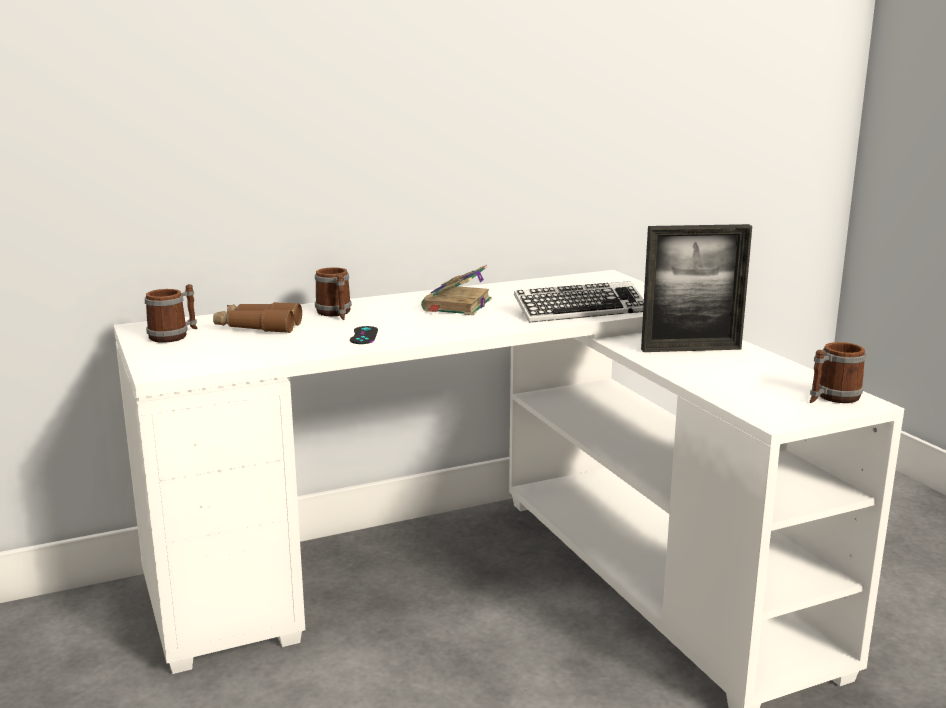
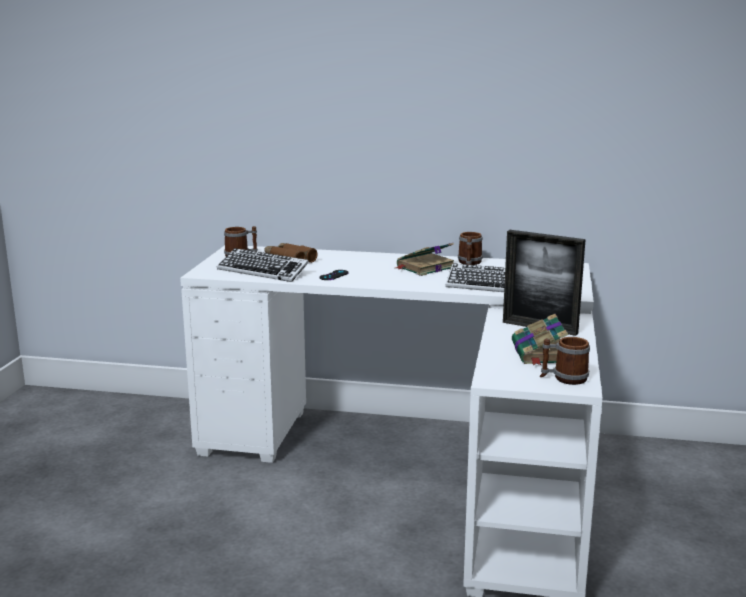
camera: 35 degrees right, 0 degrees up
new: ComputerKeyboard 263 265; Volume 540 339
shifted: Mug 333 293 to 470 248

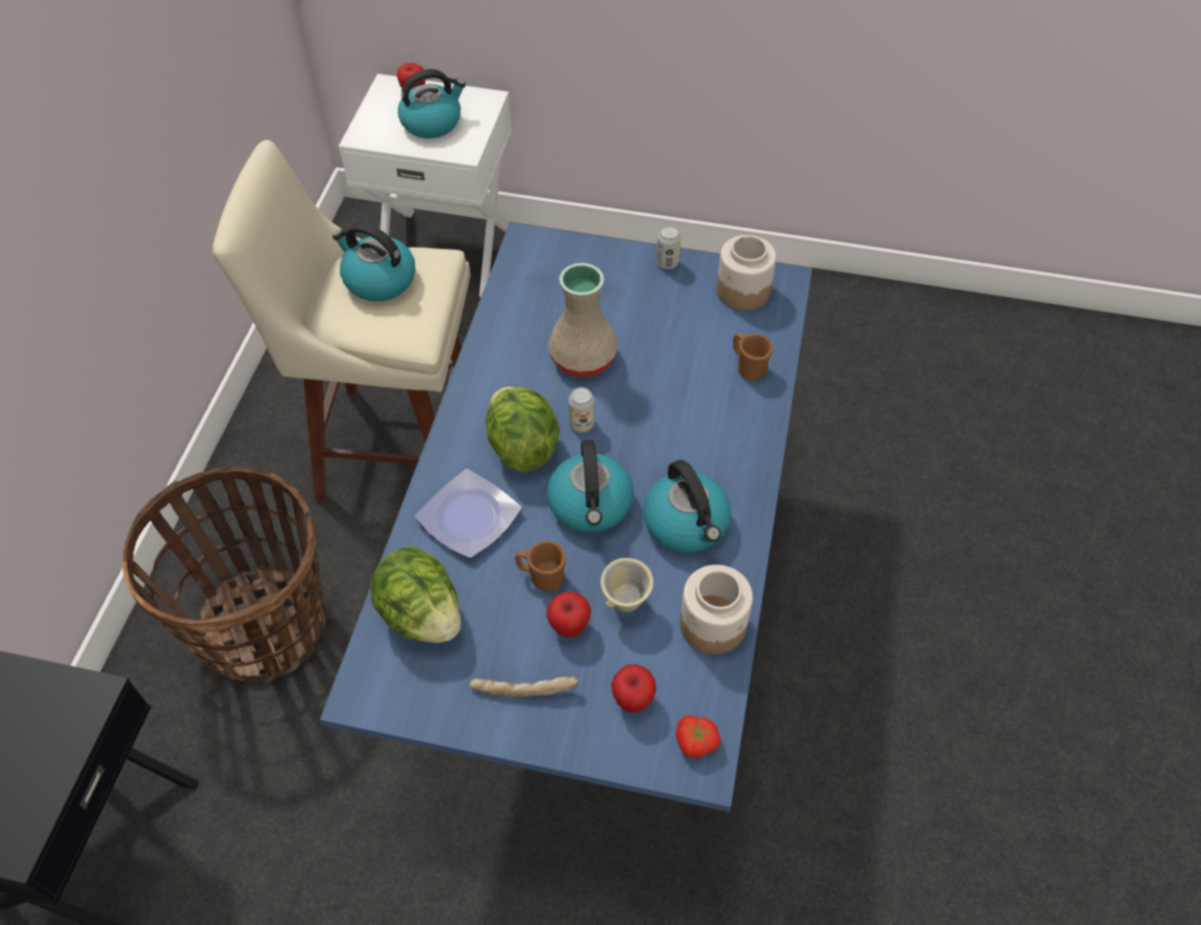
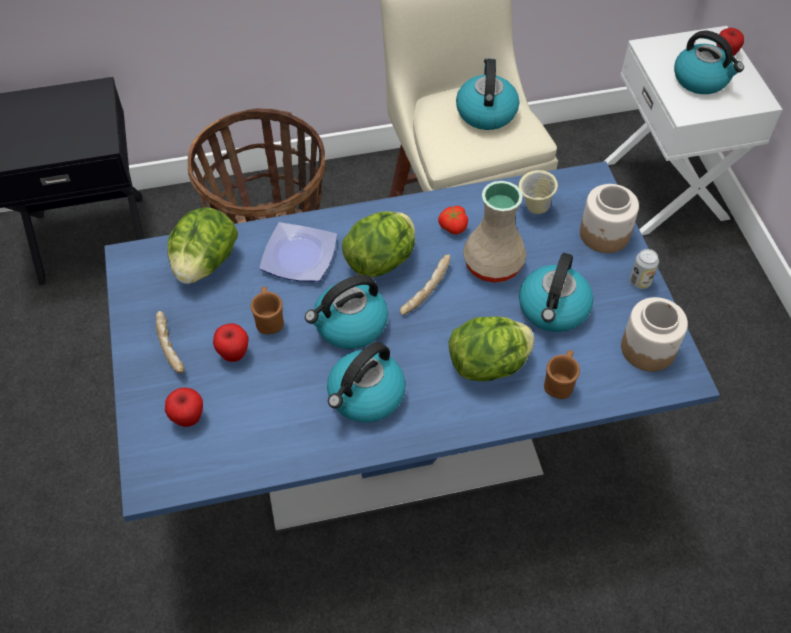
camera: 65 degrees right, 0 degrees up
new: Lettuce 491 348; TeaKettle 556 292
shifted: Tomato 698 736 to 453 220; SandColouredMug 627 585 to 538 192; Jar 716 609 to 609 218
swapped: MetalCan 581 410 to Bread 425 284

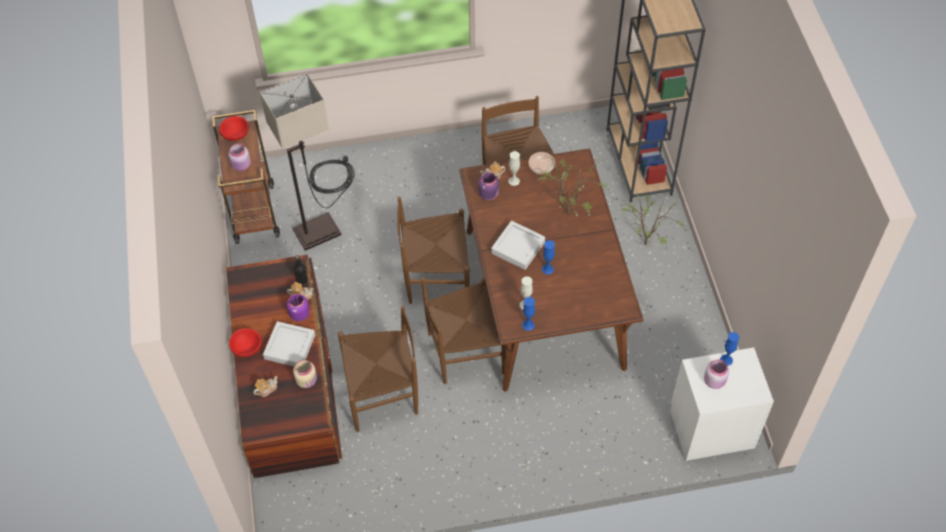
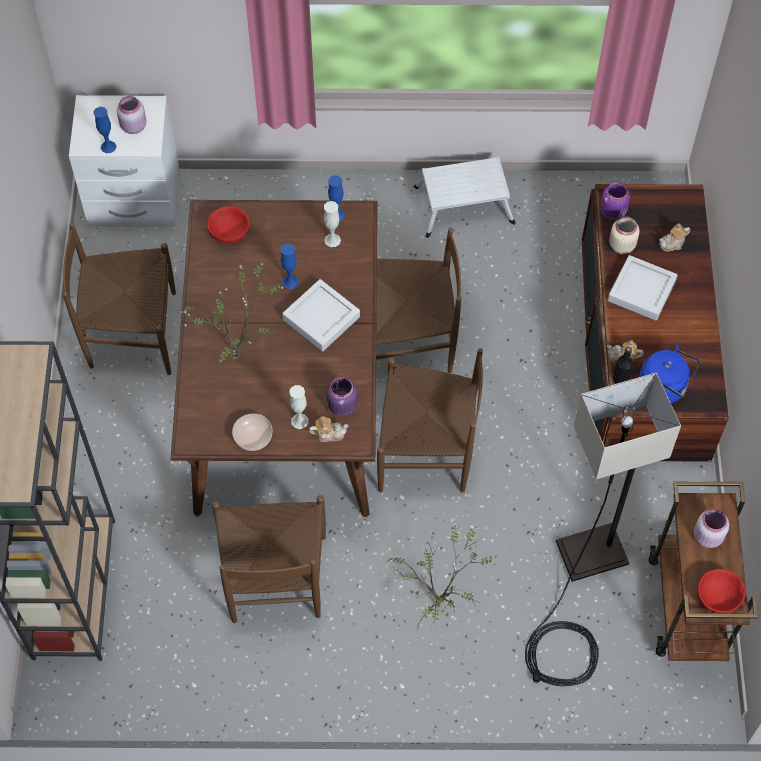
camera: 170 degrees left, 5 degrees up
new: WhiteColouredStepladder 464 197; BluishTeaKettle 669 373
shifted: BrownColouredPlainChair 378 369 to 119 299; RedColouredBowl 245 342 to 228 224; Houseplant 653 221 to 440 577; PurpleColouredJar 298 307 to 615 201

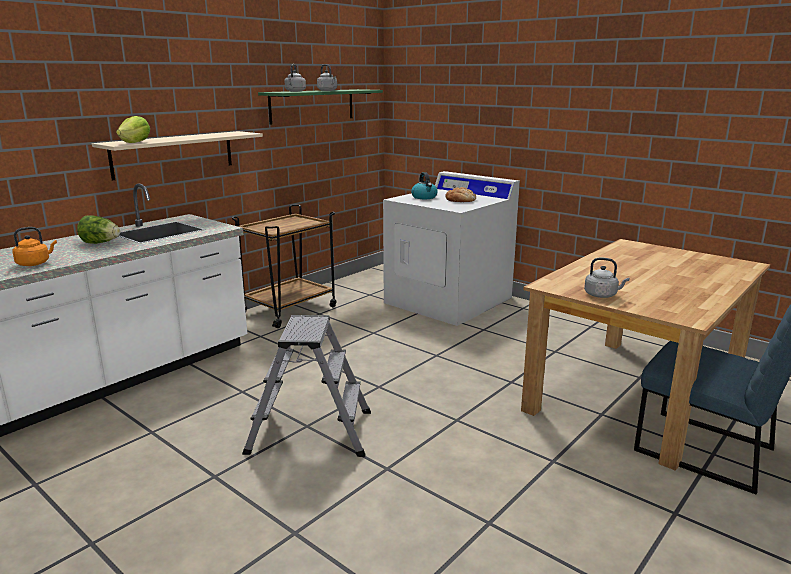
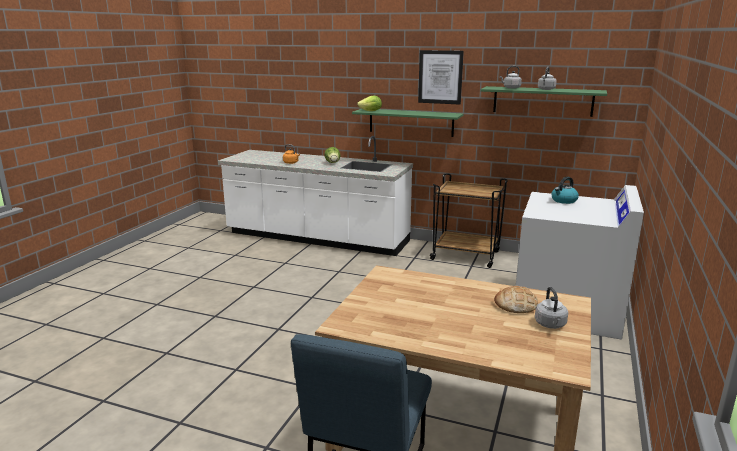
camera: 70 degrees right, 0 degrees up
gone: GreyStepladder 306 386
new: WallArt 441 77
shifted: Bread 460 194 to 516 299; GreyTeaKettle 606 277 to 551 308
repainted: SandColouredWallShelf 177 156 to GreenWallShelf 408 123

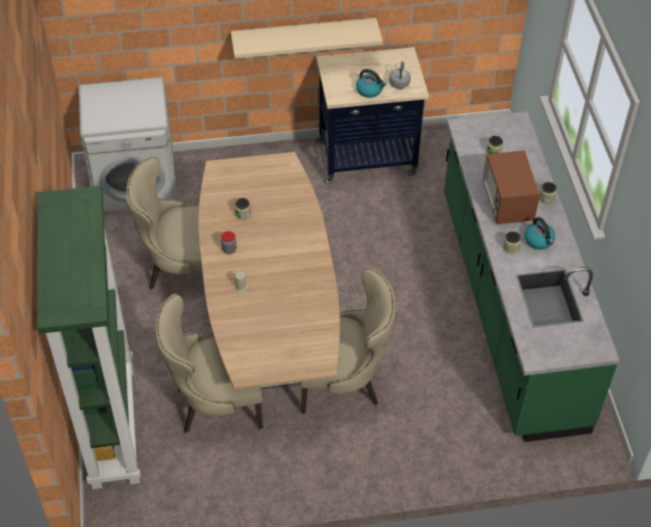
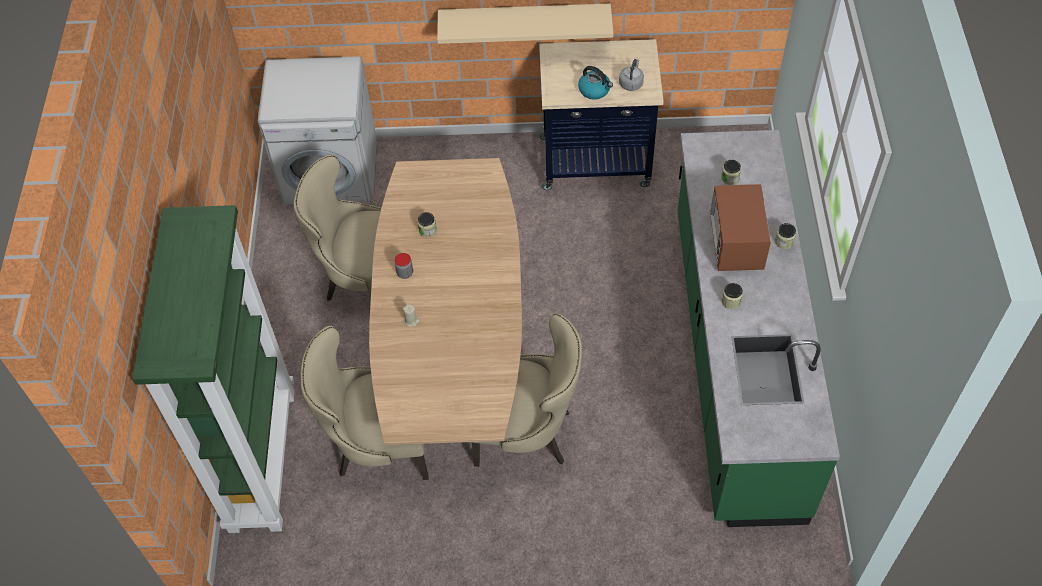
camera: 10 degrees right, 5 degrees up
gone: TeaKettle 539 233

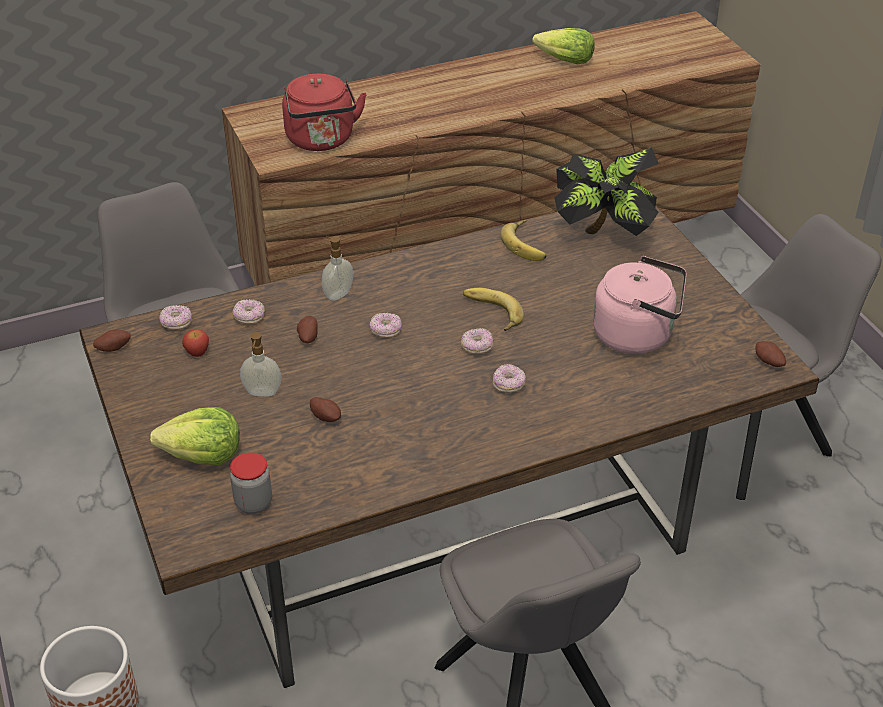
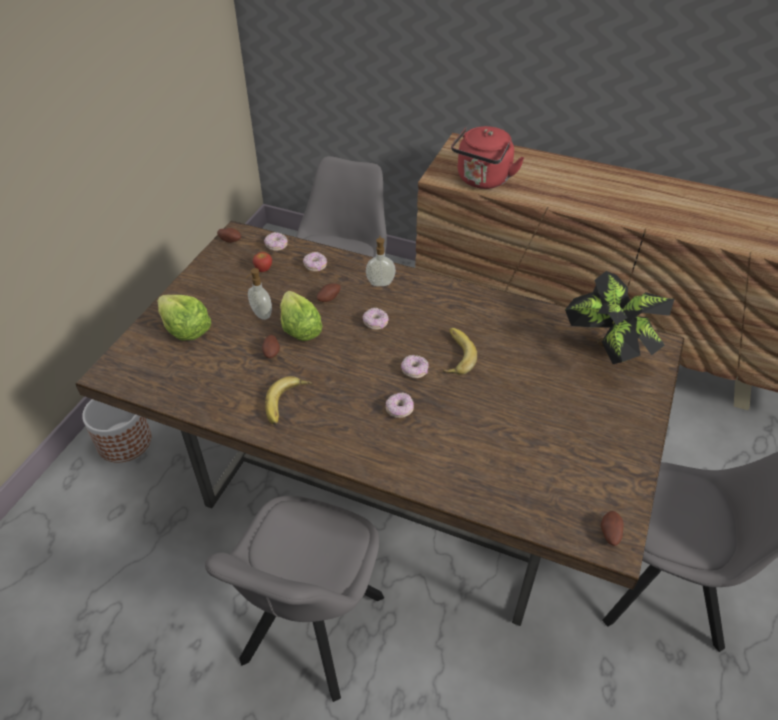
camera: 45 degrees right, 5 degrees up
gone: Jar 251 483; PinkishTeaKettle 640 305
shifted: BananaFruit 523 240 to 289 400; Lettuce 563 46 to 301 316

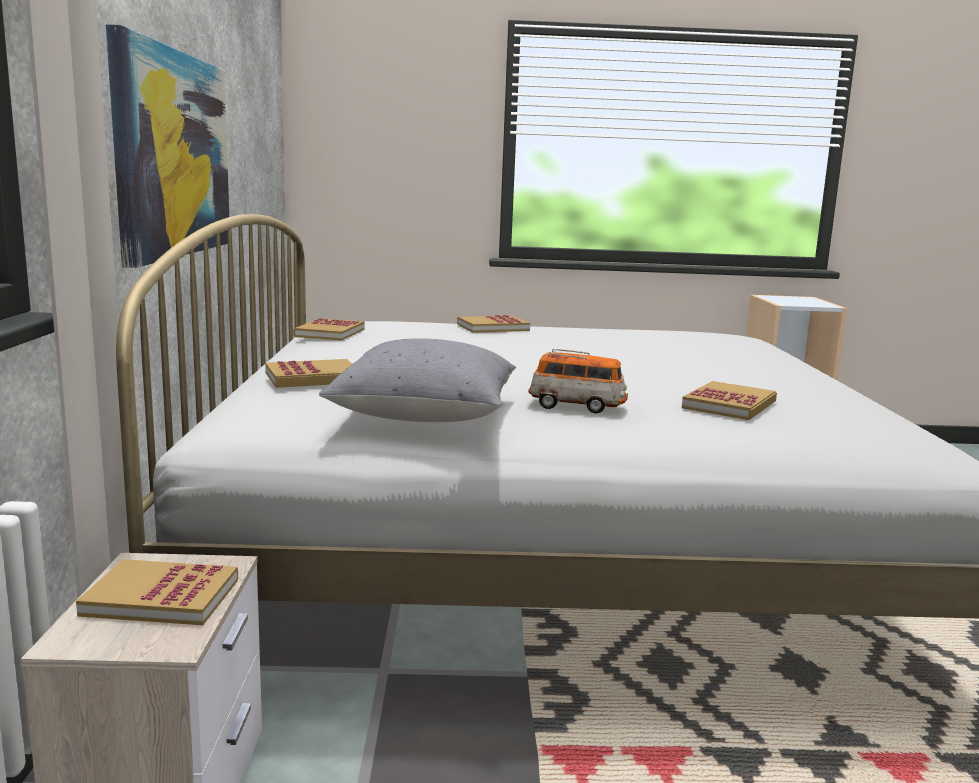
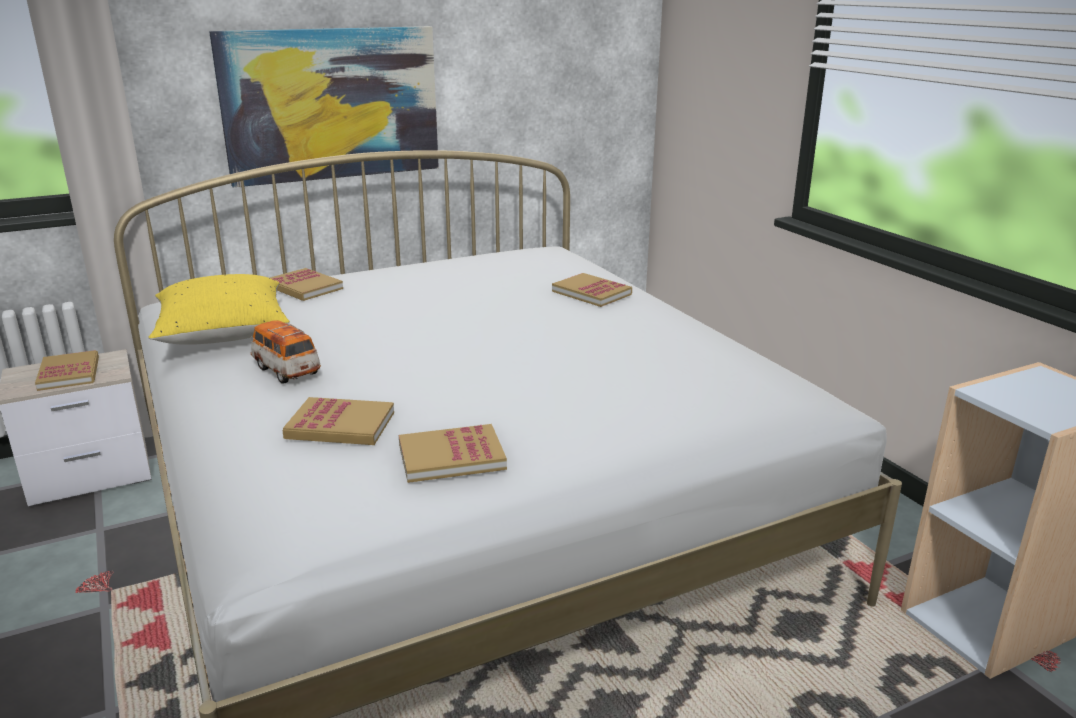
camera: 65 degrees right, 10 degrees up
shifted: Volume 328 329 to 453 453
repainted: GreyCushion 417 380 to YellowColouredCushion 219 309
rotated: ModelCar 578 381 = 285 352 150 degrees clockwise

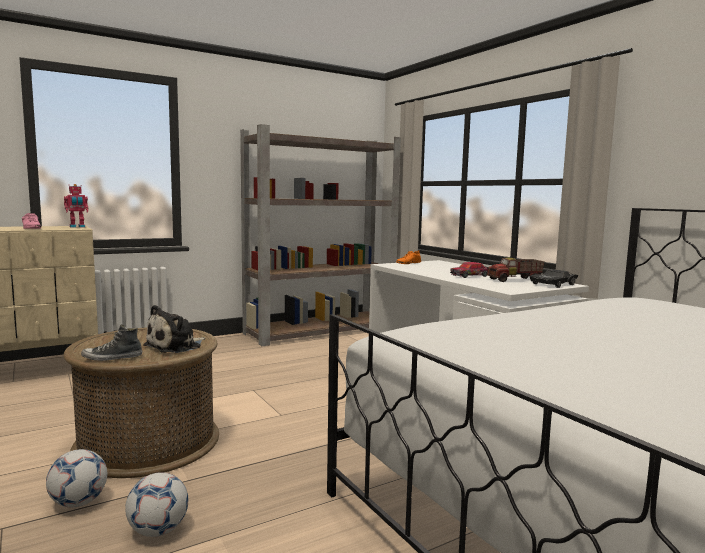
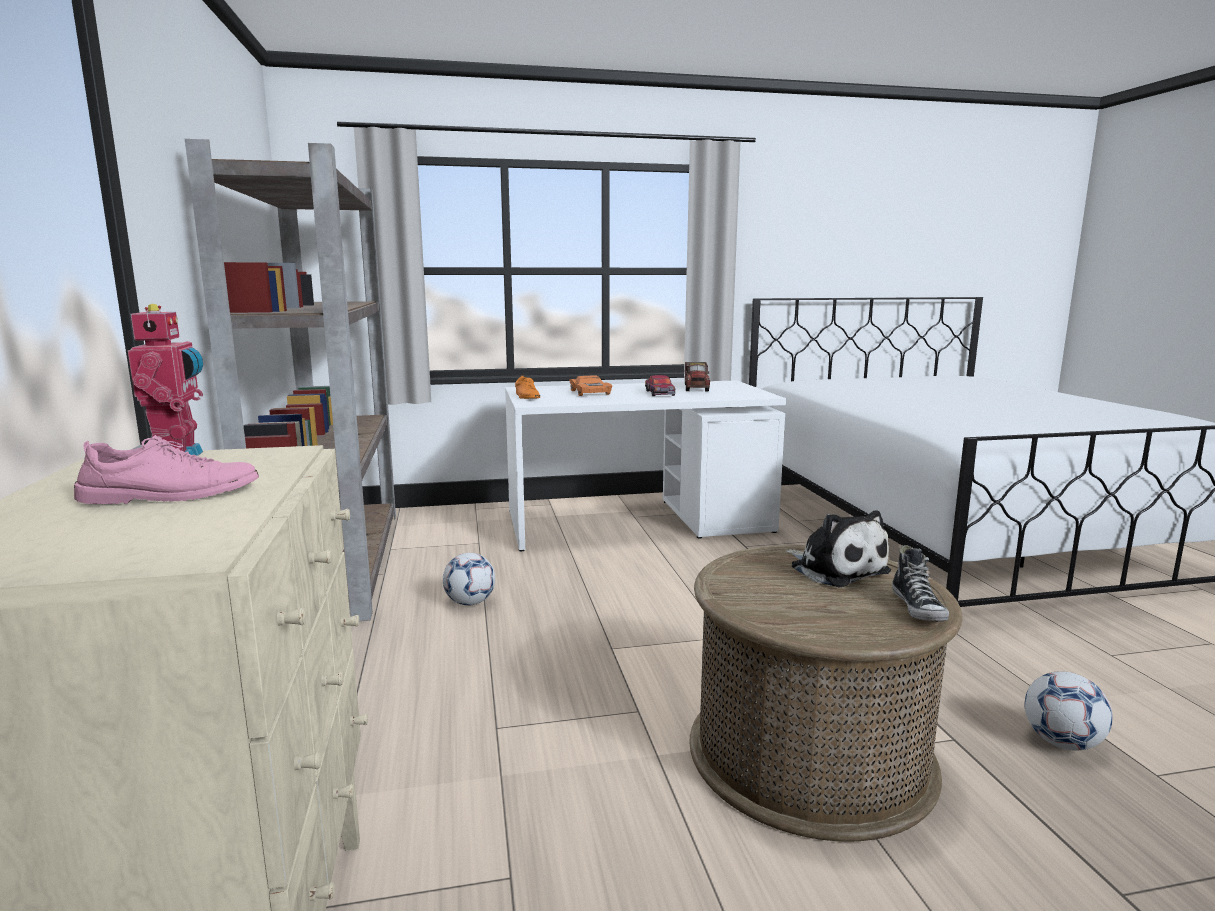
camera: 70 degrees left, 5 degrees up
gone: BlackModelCar 554 278
new: OrangeColouredModelCar 590 386
shifted: Football 76 478 to 469 579

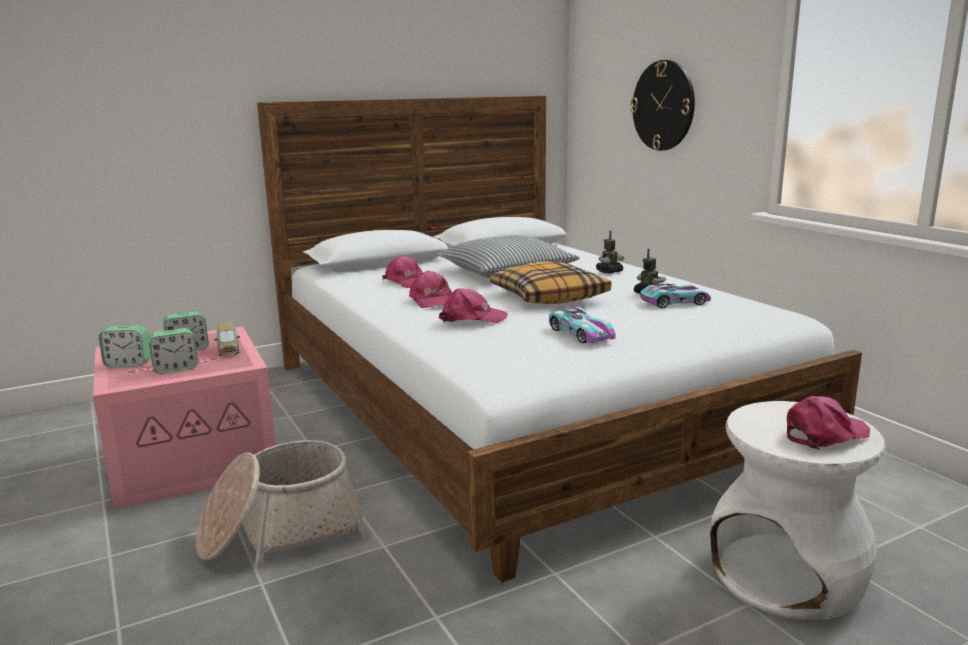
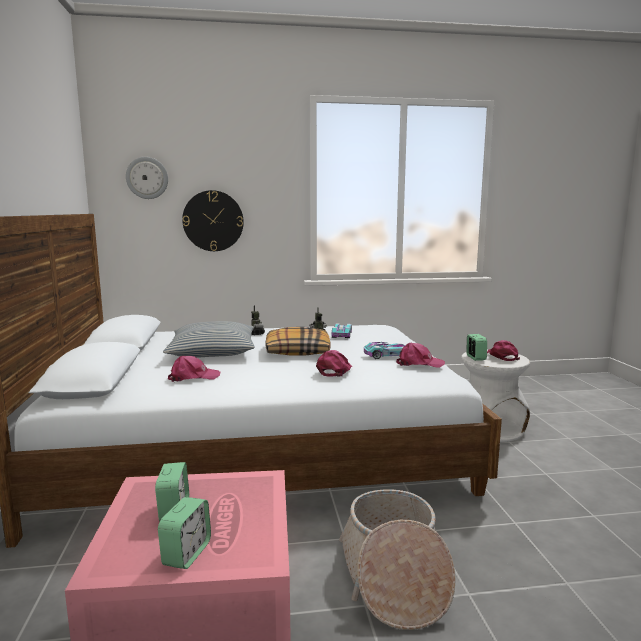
camera: 70 degrees left, 5 degrees down
gone: ModelCar 227 338
new: WallClock 147 178
shifted: PinkishBaseballCap 430 289 to 420 355; AlarmClock 173 351 to 476 347

